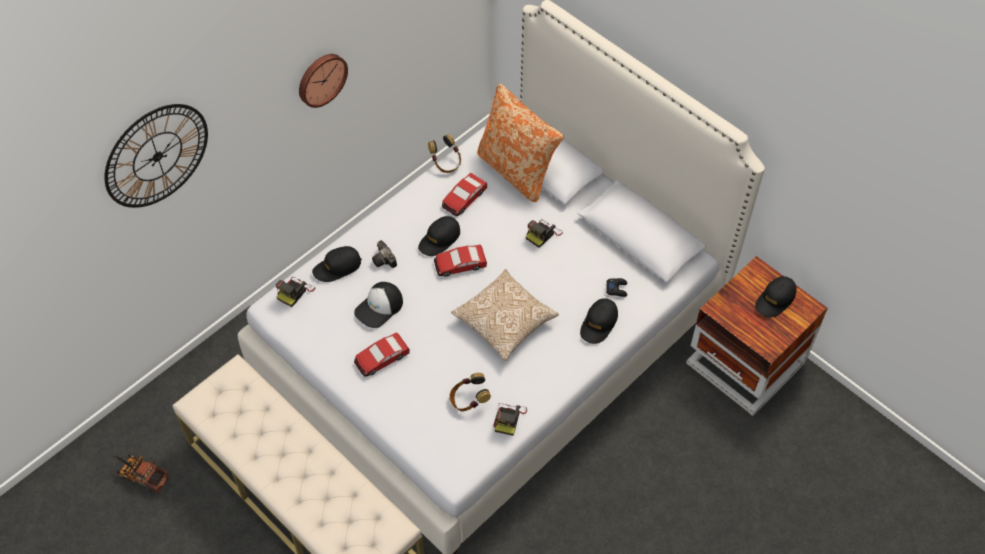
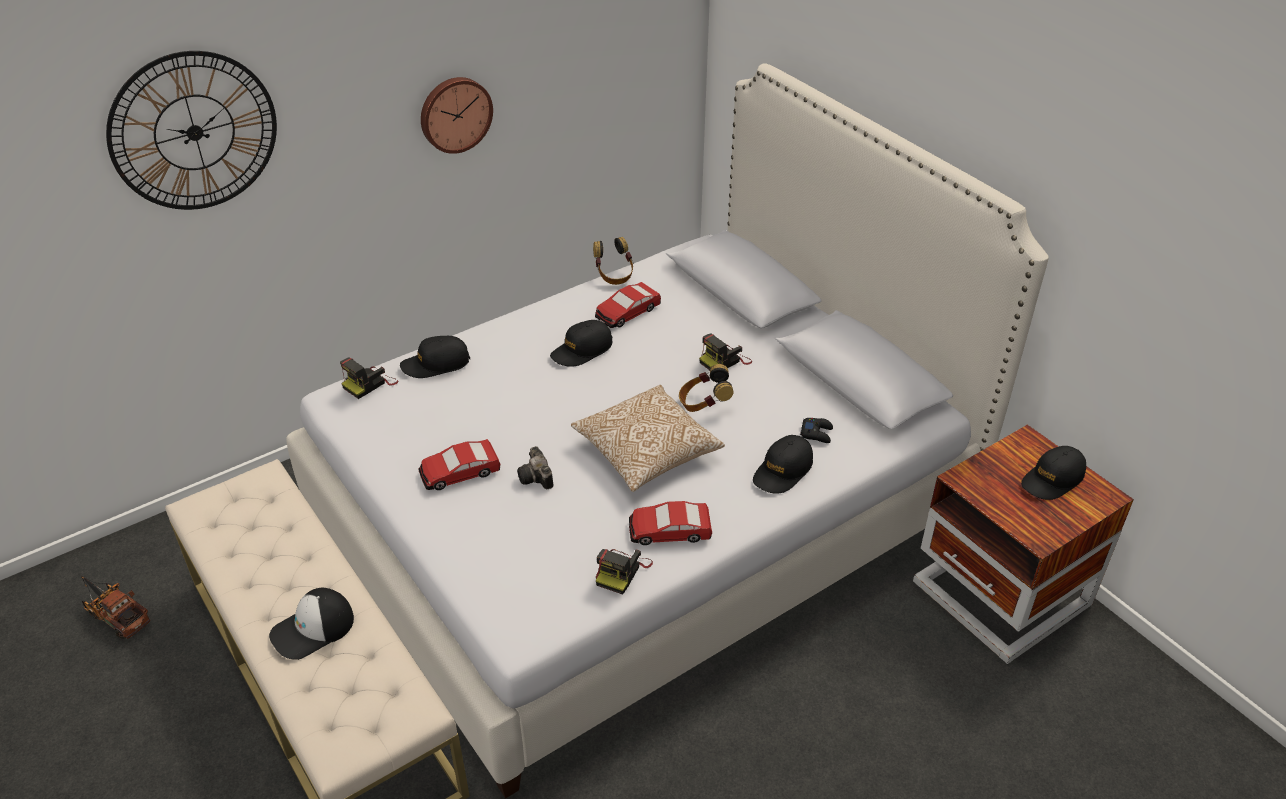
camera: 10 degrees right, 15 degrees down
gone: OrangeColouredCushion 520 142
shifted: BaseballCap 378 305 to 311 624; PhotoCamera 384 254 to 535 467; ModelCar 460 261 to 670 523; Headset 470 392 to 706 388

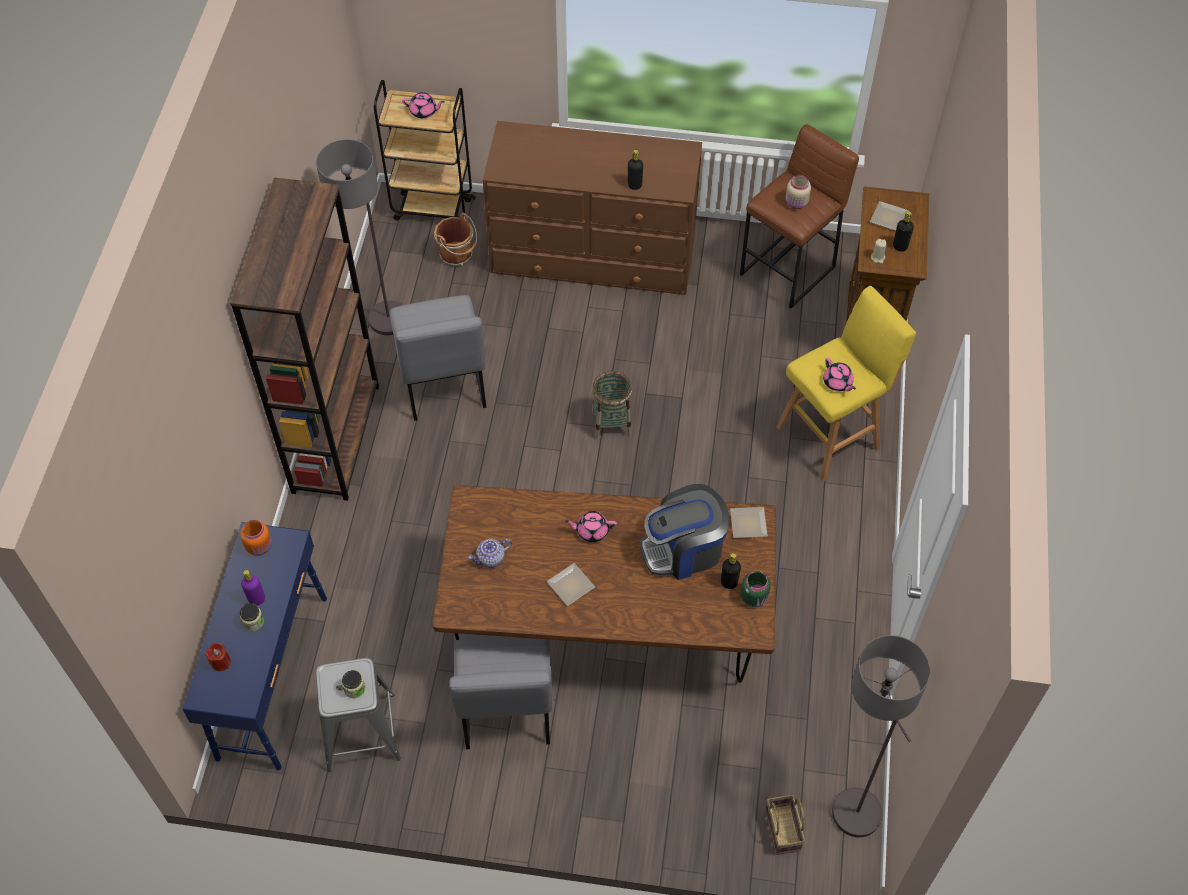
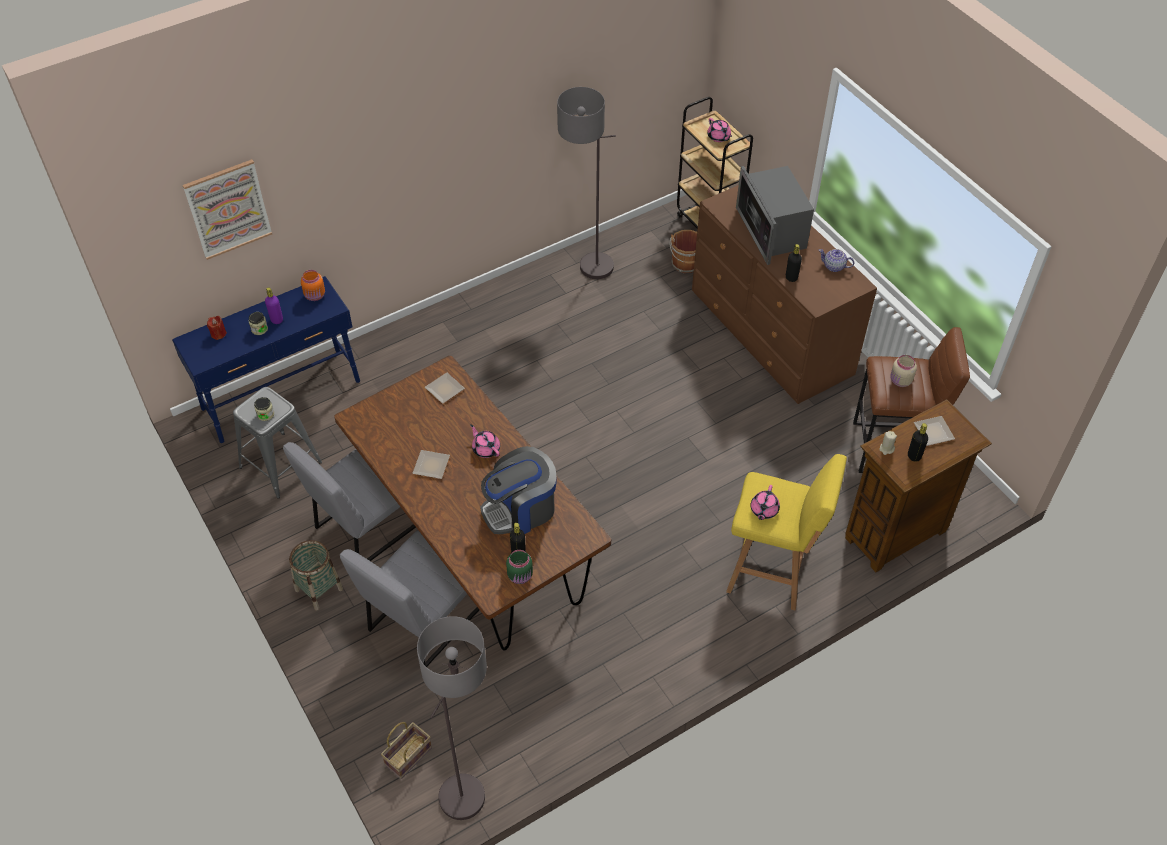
camera: 50 degrees right, 5 degrees down
gone: BrownColouredBookcase 304 339
new: WallArt 227 209; Microwave 775 215
shifted: HouseholdBasket 612 405 to 316 575; GreyPlainChair 437 358 to 409 598; Plate 749 522 to 445 387; PotForTea 490 553 to 836 260
rotated: CoffeeBrewer 684 532 = 518 490 60 degrees counterclockwise

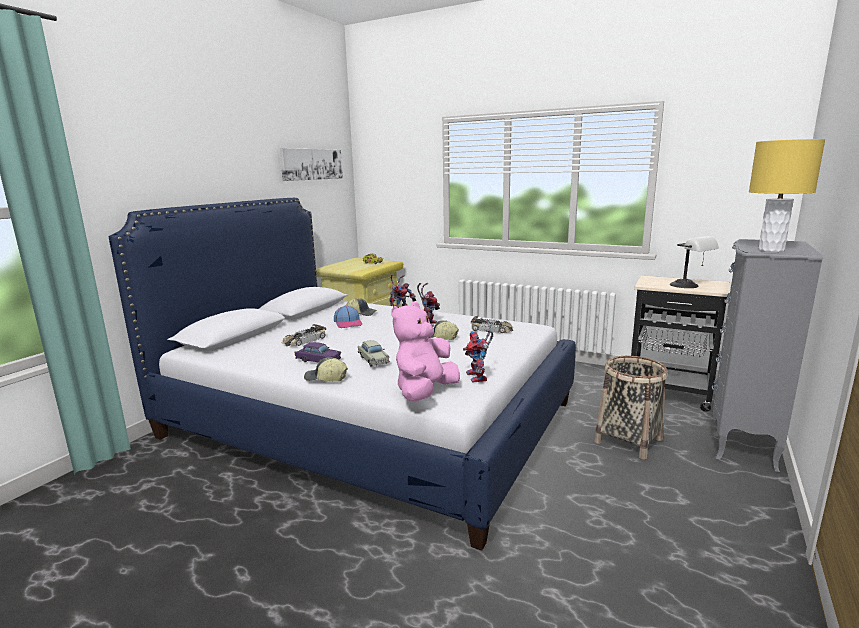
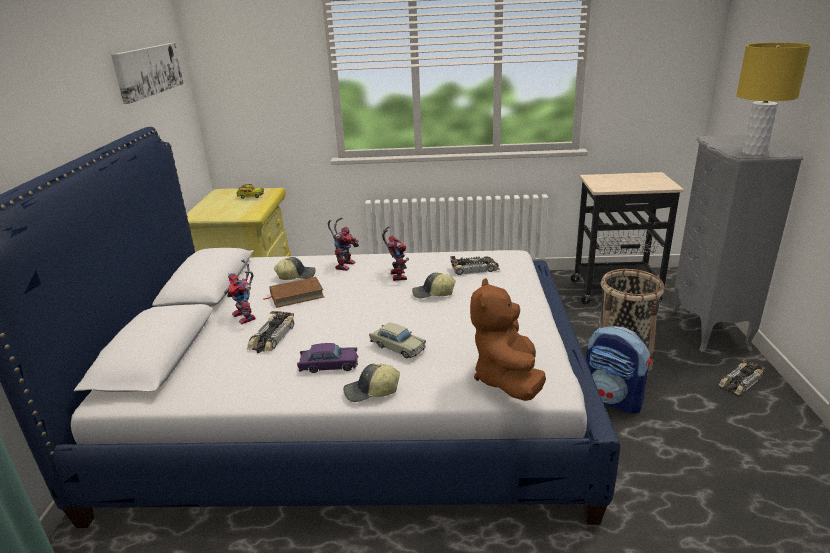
camera: 25 degrees left, 10 degrees up
gone: TabletopLamp 694 262
new: Rucksack 619 370; ModelCar 742 377
shifted: RobotFigure 478 351 to 240 292
swapped: BaseballCap 348 316 to BrownColouredVolume 293 292
repainted: PinkishSoftToy 426 352 to BrownColouredSoftToy 508 339

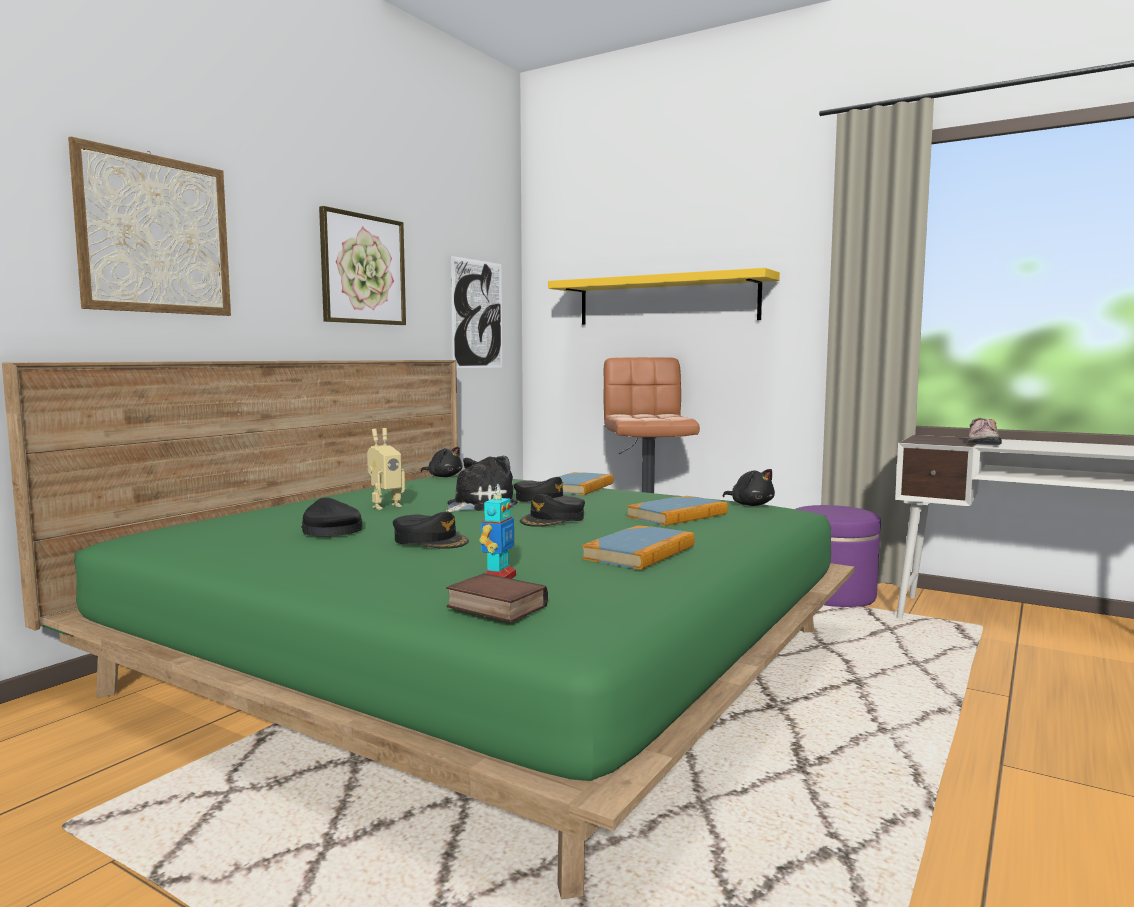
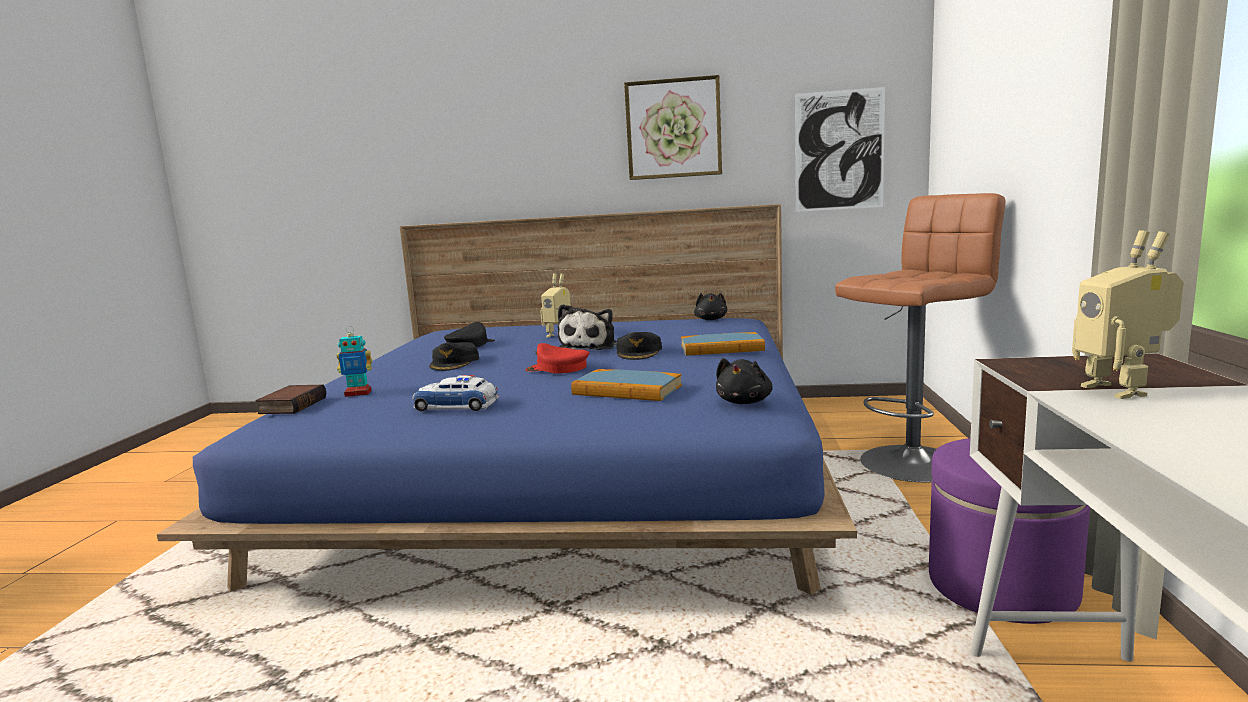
camera: 65 degrees right, 5 degrees up
gone: WallArt 149 226; YellowColouredWallShelf 664 296
swapped: Volume 638 547 to ModelCar 455 393; Shoe 985 431 to RobotFigure 1128 314
repainted: GreenSleepingBed 428 629 to BluishSleepingBed 507 399; BlackBaseballCap 552 510 to RedColouredBaseballCap 557 358
rotated: SoftToy 482 484 = 587 327 90 degrees clockwise

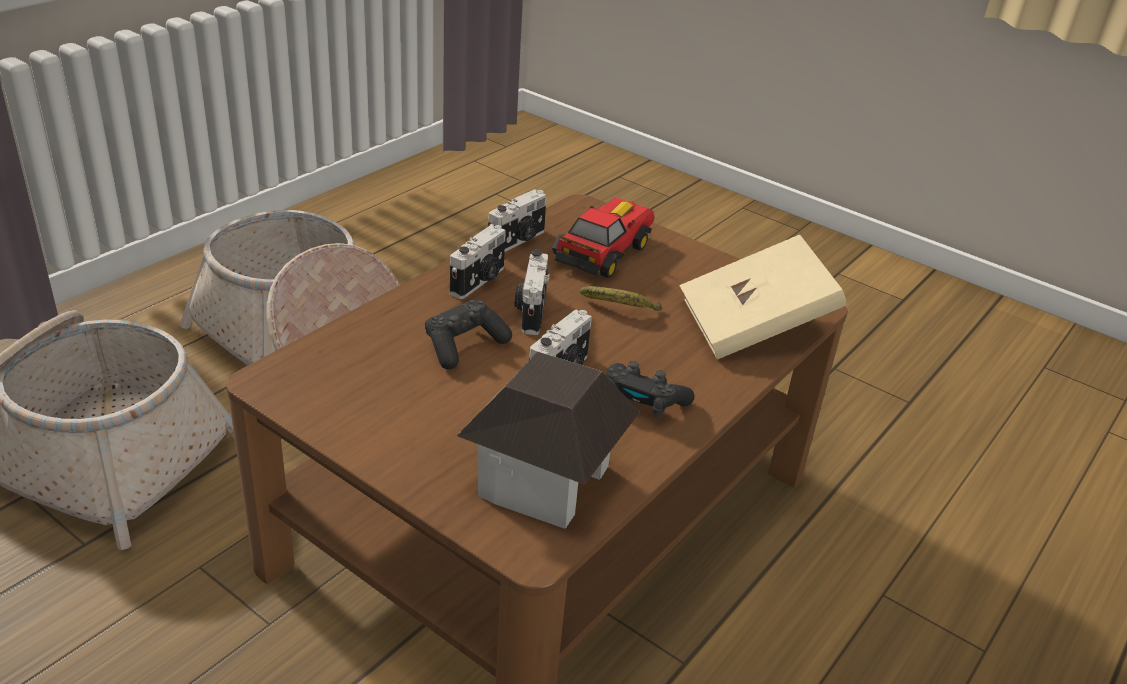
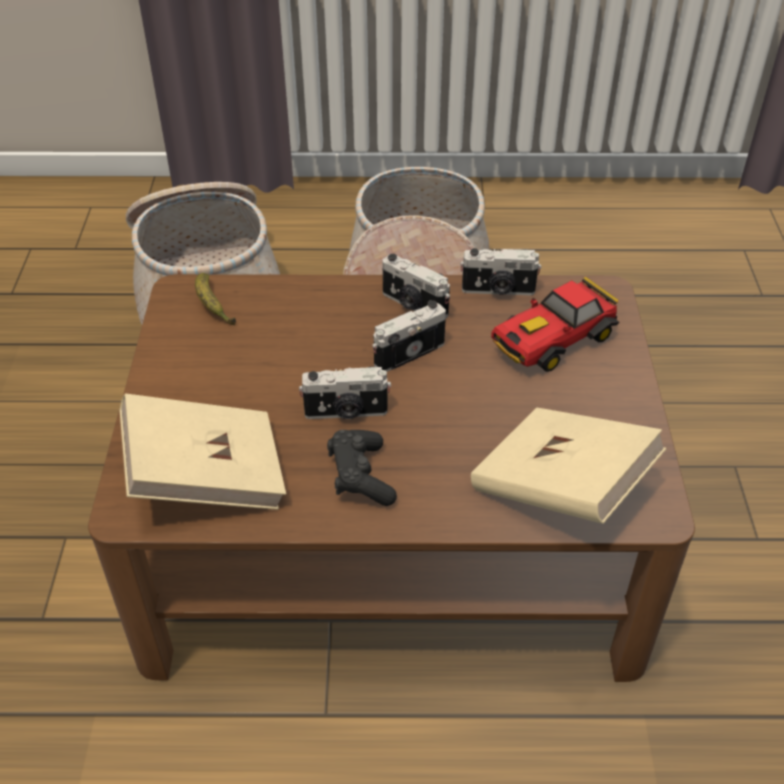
camera: 55 degrees right, 10 degrees up
gone: BlackGamepad 468 335
shifted: BananaFruit 621 298 to 215 299
swapped: ModelHouse 548 440 to SandColouredVolume 202 451
rotated: PhotoCamera 478 262 = 416 286 45 degrees clockwise; ModelCar 603 238 = 555 324 150 degrees clockwise

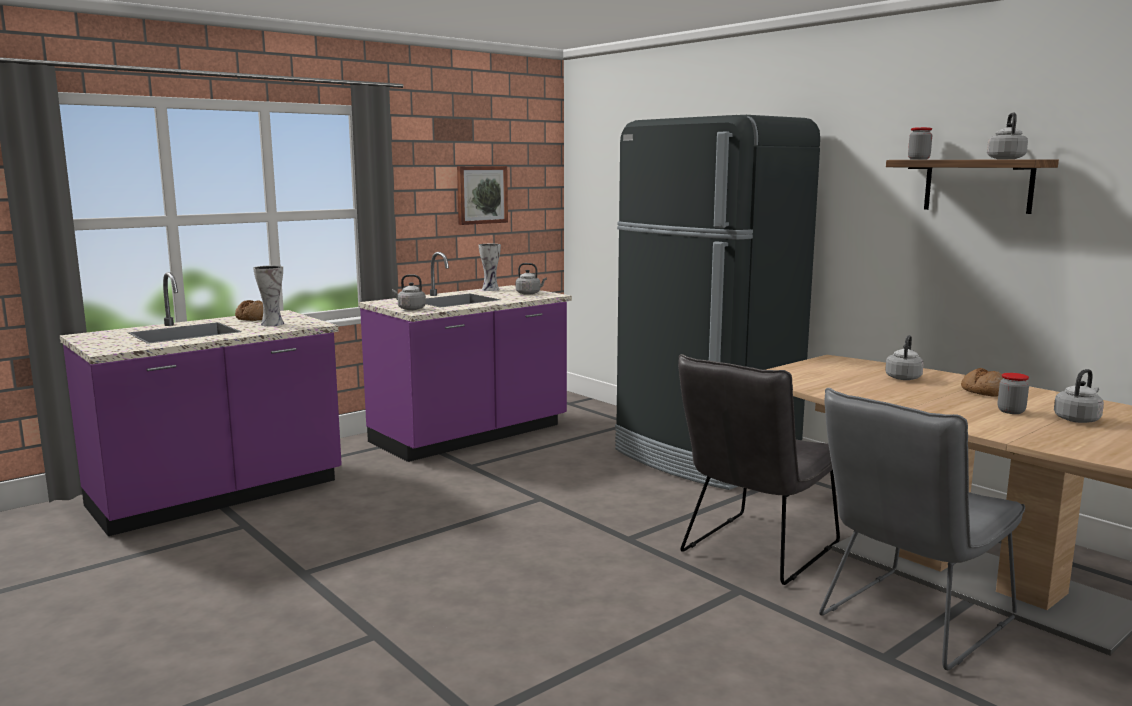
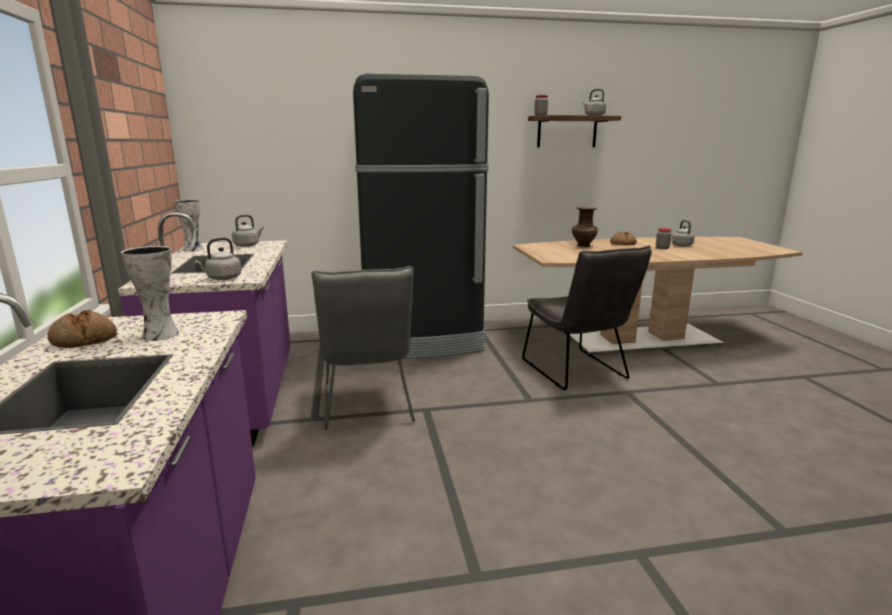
camera: 60 degrees left, 5 degrees up
gone: WallArt 482 195
shifted: GreyPlainChair 922 529 to 363 348
swapped: GreyTeaKettle 904 357 to BrownColouredFlowerVase 585 227

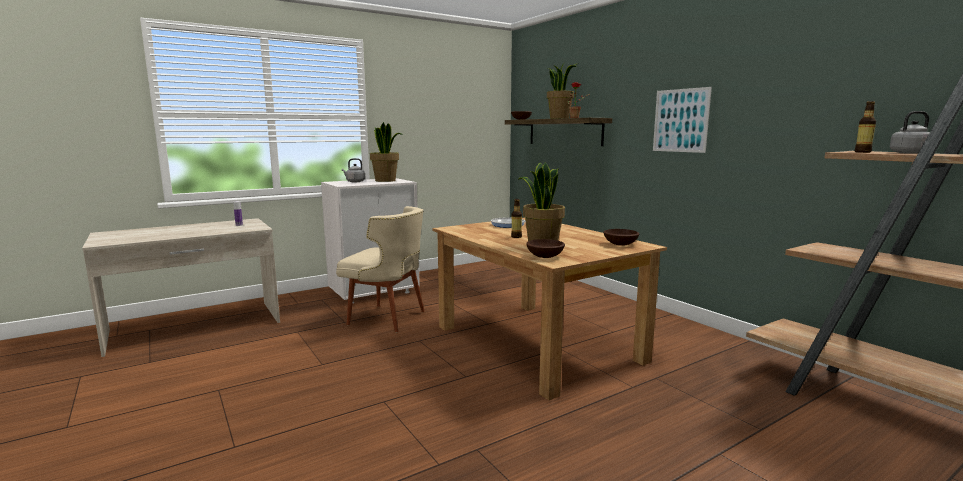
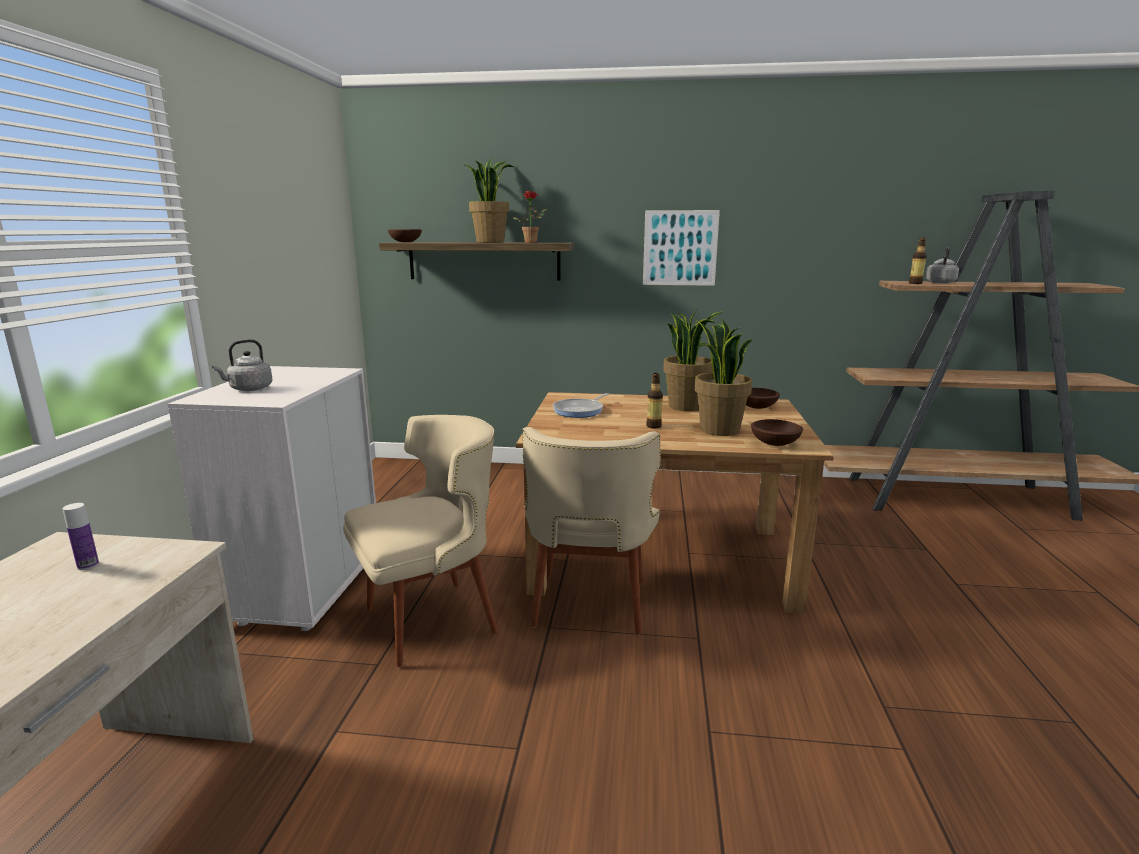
camera: 50 degrees left, 5 degrees up
new: SandColouredPlainChair 592 531
shifted: Houseplant 386 152 to 693 360

